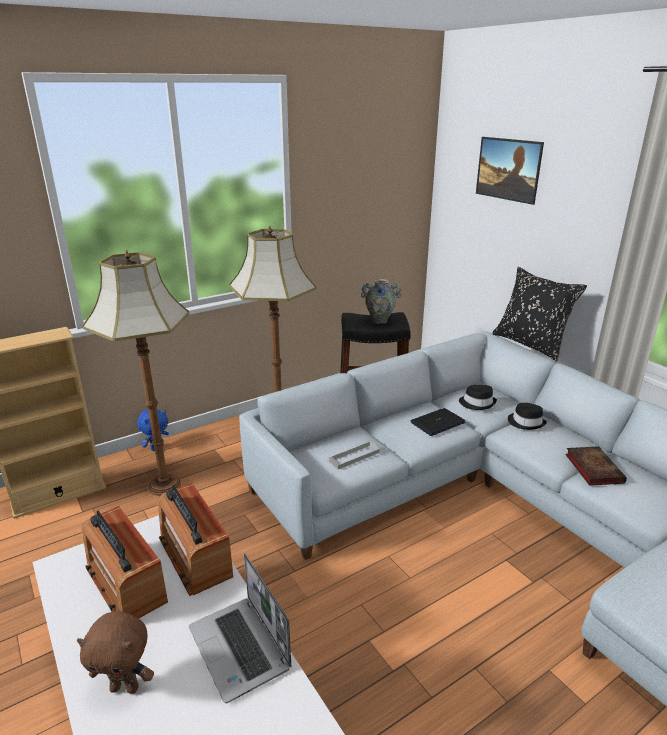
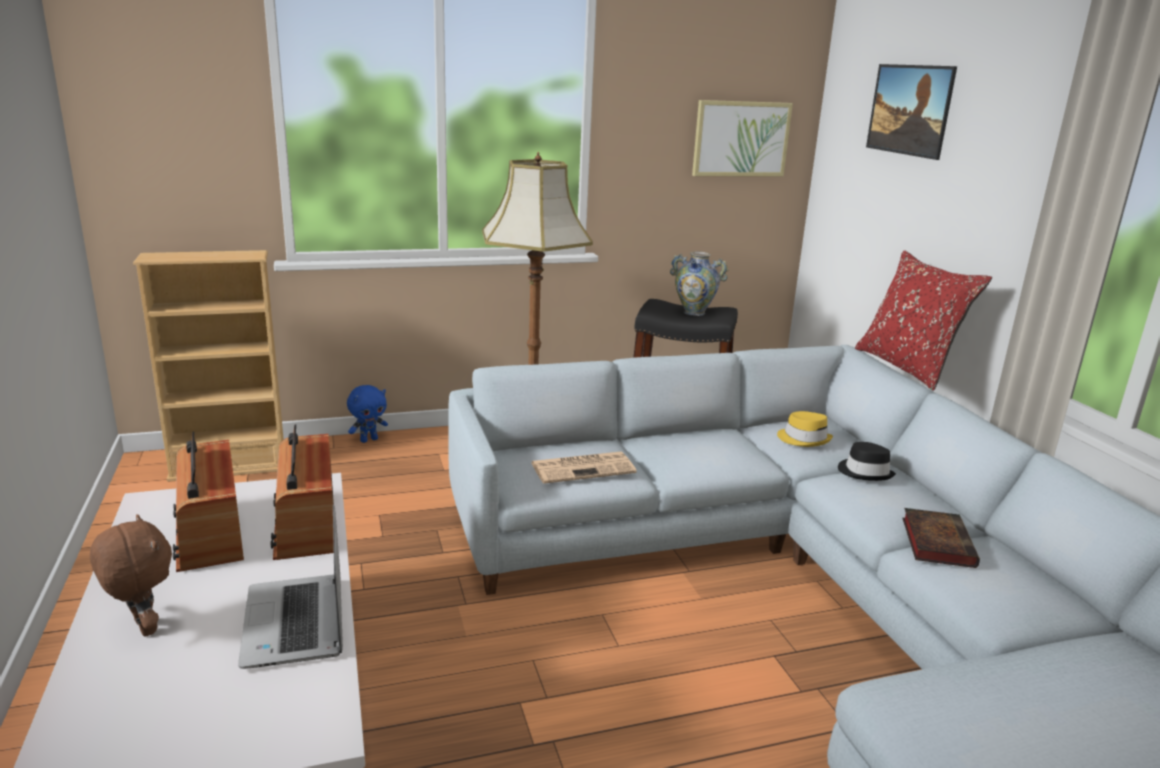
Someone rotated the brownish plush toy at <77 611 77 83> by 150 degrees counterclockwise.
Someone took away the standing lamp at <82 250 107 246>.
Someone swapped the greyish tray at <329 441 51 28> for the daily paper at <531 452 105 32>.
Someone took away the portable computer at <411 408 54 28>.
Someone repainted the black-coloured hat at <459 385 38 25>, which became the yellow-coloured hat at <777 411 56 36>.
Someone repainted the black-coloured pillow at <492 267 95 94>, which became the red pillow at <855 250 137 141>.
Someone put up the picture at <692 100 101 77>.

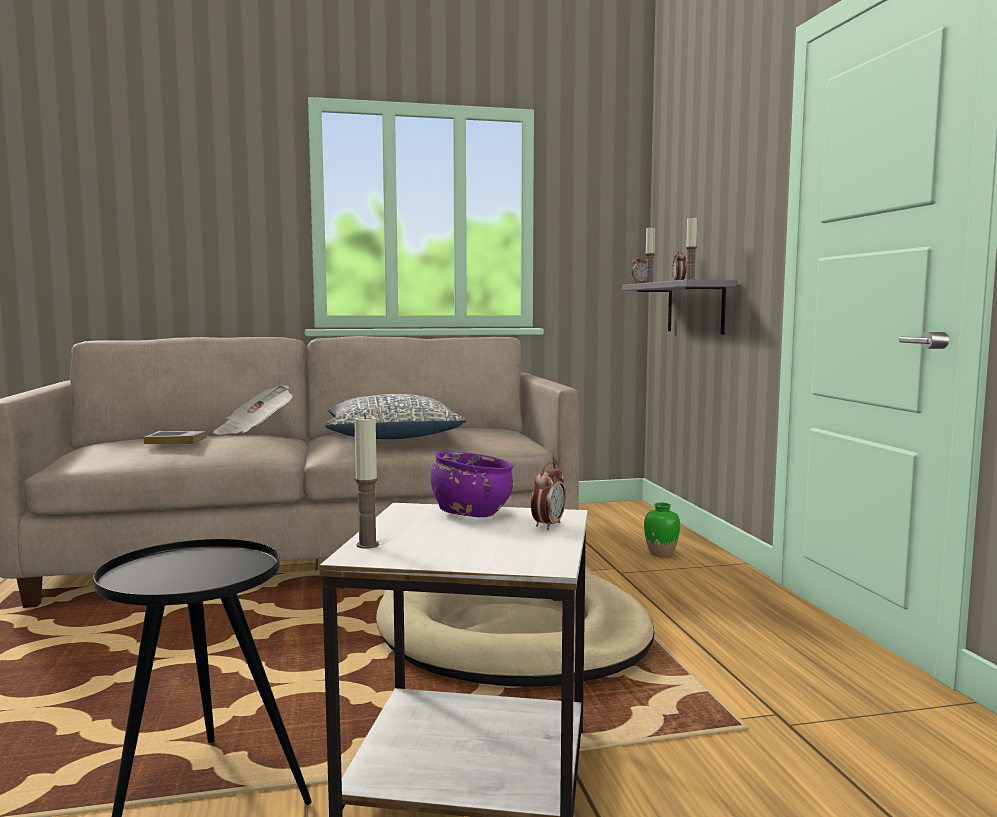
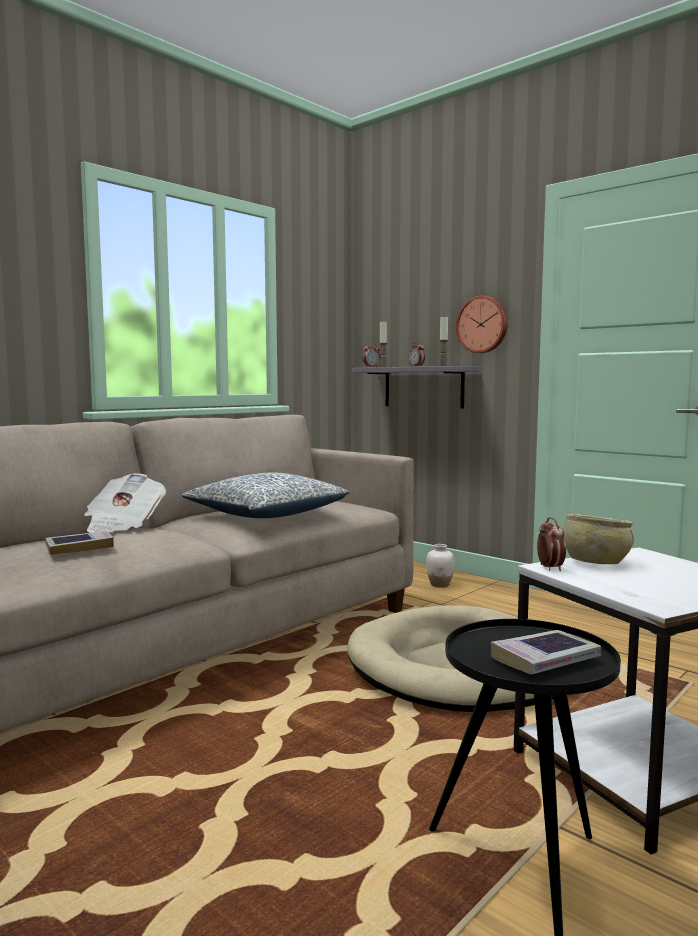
Someone took away the candle at <354 414 25 135>.
Someone repainted the purple deep dish at <431 451 82 66>, which became the beige-coloured deep dish at <563 514 71 50>.
Someone carried the alarm clock from <531 461 35 69> to <537 517 29 54>.
Someone repainted the green-coloured decorative vase at <644 503 36 54>, which became the white-coloured decorative vase at <426 544 29 44>.
Someone put up the hanging clock at <456 296 52 57>.
Someone put down the book at <491 630 110 44>.

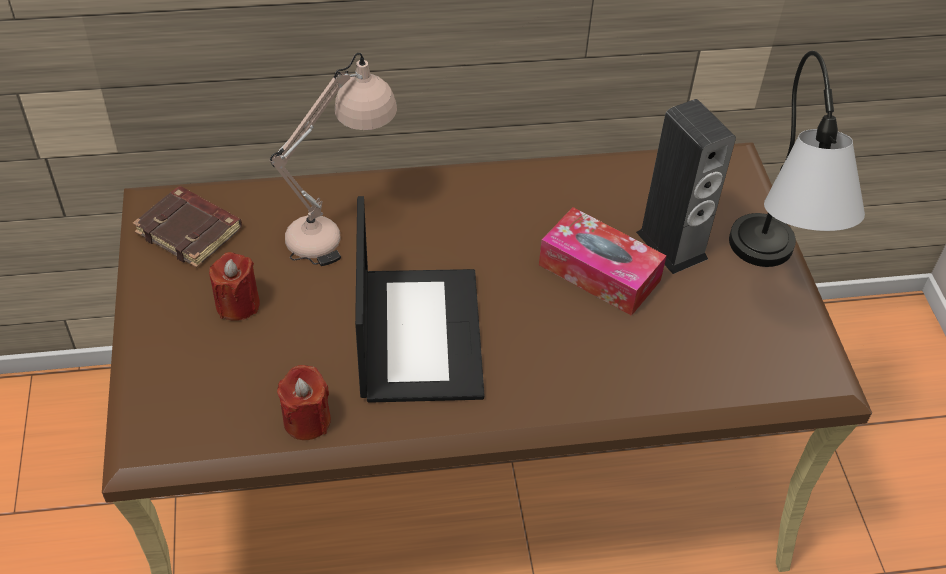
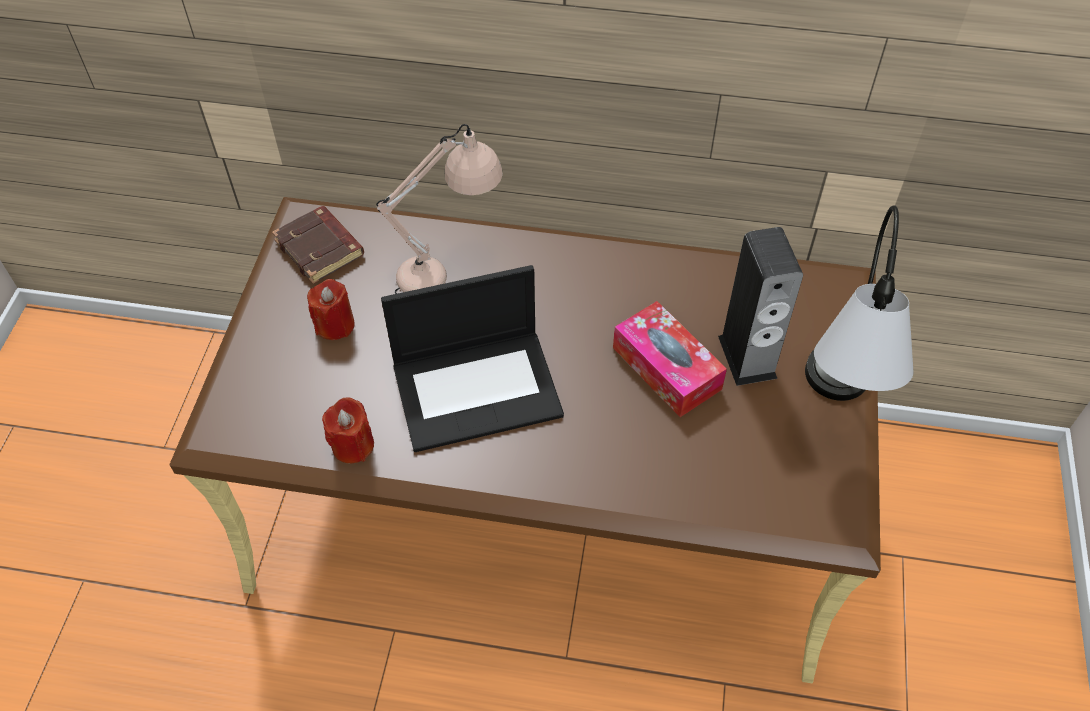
Someone rotated the portable computer at <355 196 129 207> by 60 degrees clockwise.

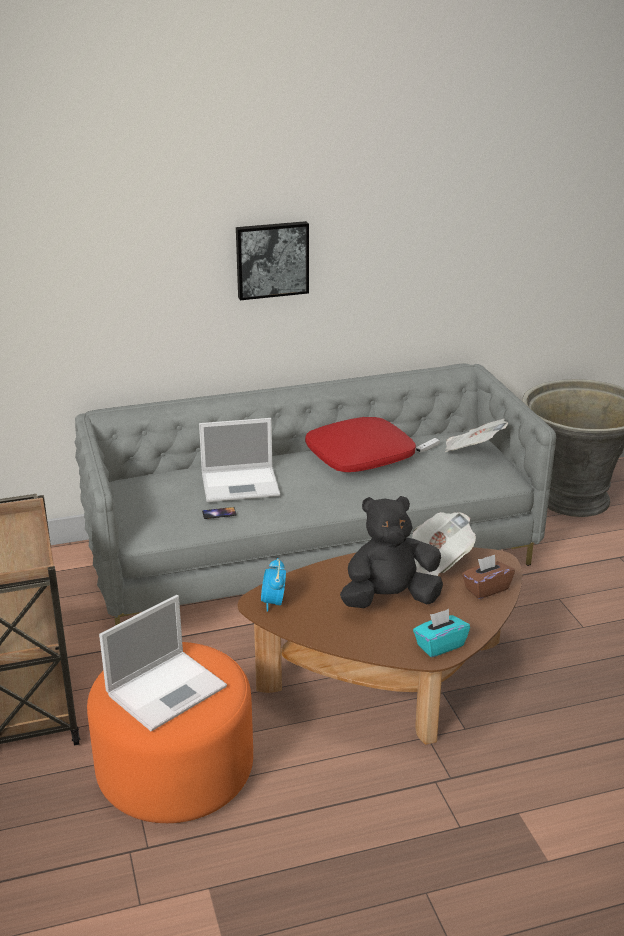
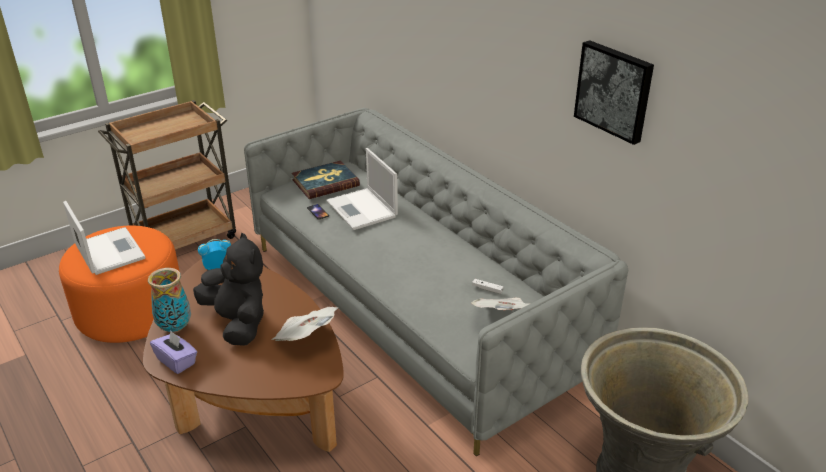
Someone rotated the portable computer at <99 595 128 136> by 150 degrees counterclockwise.
Someone carried the picture from <236 221 73 79> to <574 40 80 105>.
Someone took away the red pillow at <305 417 111 55>.
Someone repainted the blue-green tissue holder at <413 609 57 48>, which became the purple tissue holder at <150 330 47 44>.
Someone took away the brownish tissue holder at <462 555 53 44>.
Someone put down the decorative vase at <148 268 43 65>.
Someone put down the book at <292 161 68 38>.

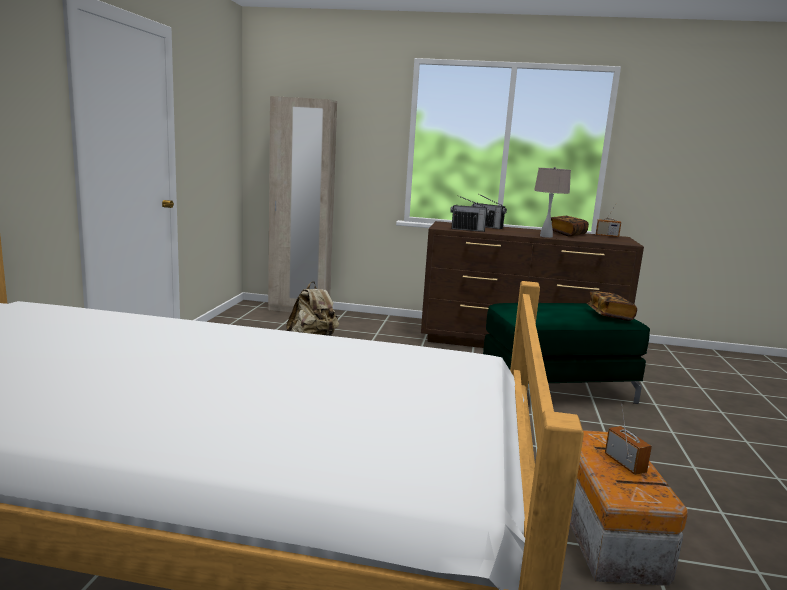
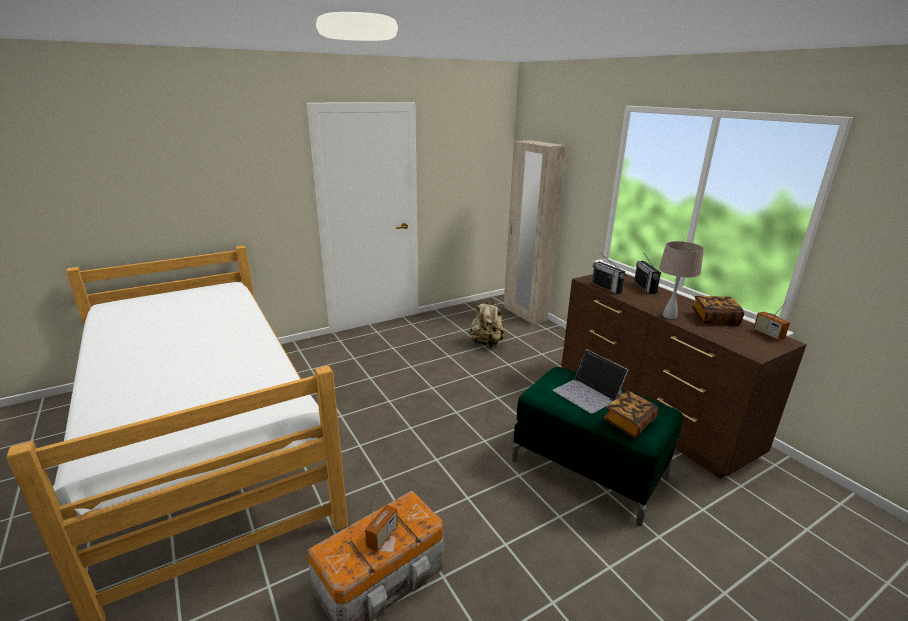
Someone put down the portable computer at <553 349 76 65>.

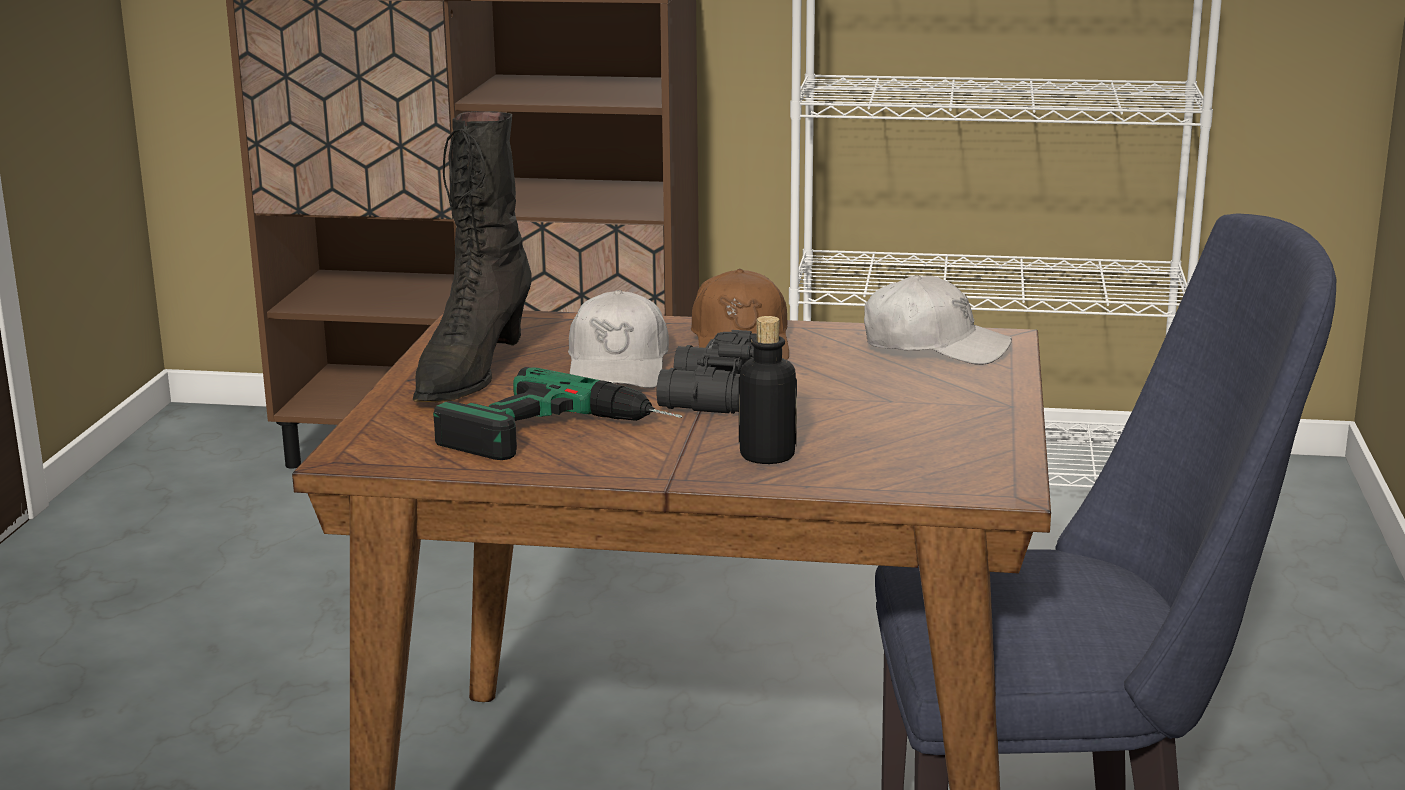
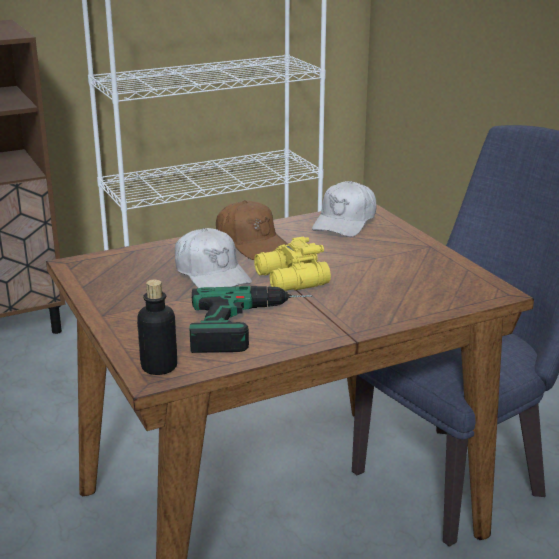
Someone took away the black-coloured high-top boot at <413 111 119 291>.
Someone repainted the black-coloured field glasses at <656 330 101 84>, which became the yellow-coloured field glasses at <254 236 77 55>.
Someone carried the bottle from <739 316 58 148> to <137 279 40 96>.
Someone rotated the white-coloured peaked cap at <864 275 148 90> by 135 degrees clockwise.

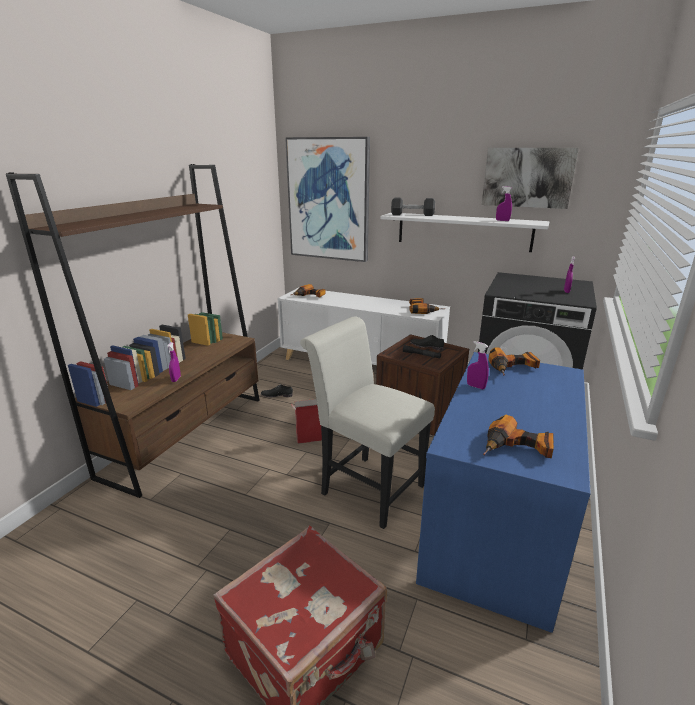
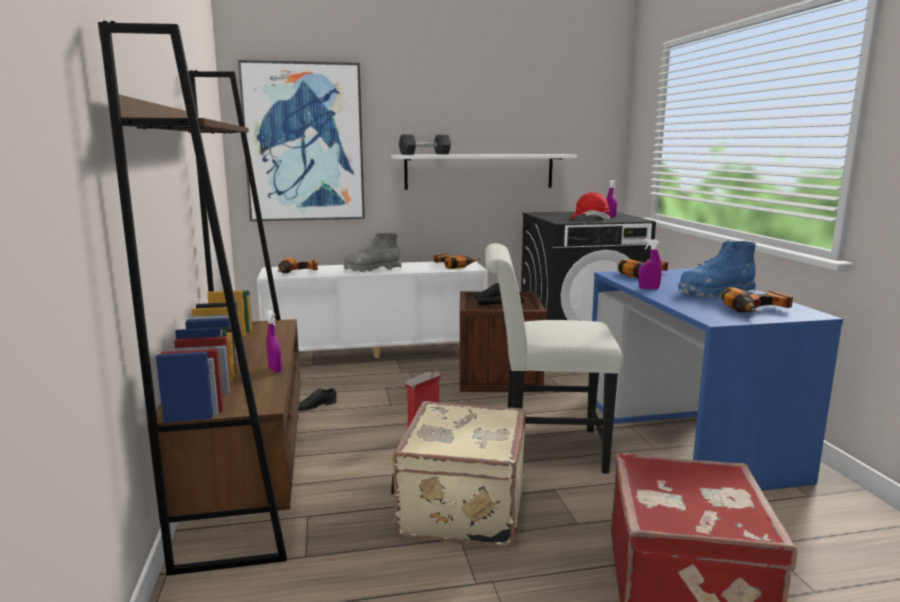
Someone took away the picture at <482 148 97 61>.
Someone took away the purple sprayer at <496 186 16 35>.
Someone put down the greyish high-top boot at <344 232 58 40>.
Someone put down the beige-coloured suitcase at <391 401 135 146>.
Someone put down the red work helmet at <570 192 40 27>.
Someone put down the blue-coloured high-top boot at <678 240 78 57>.

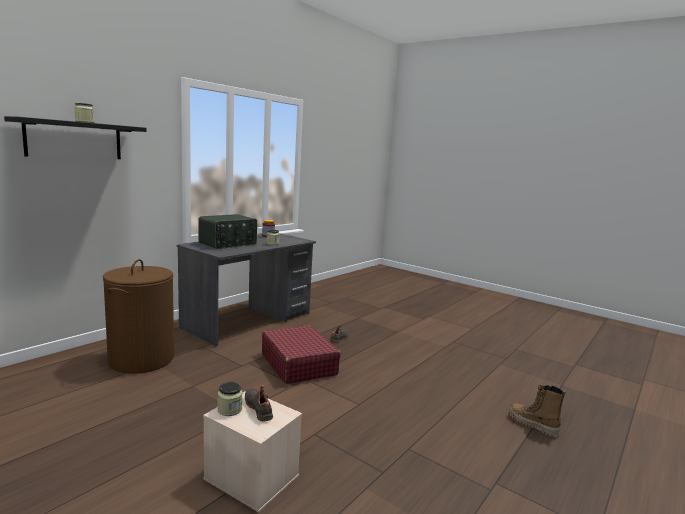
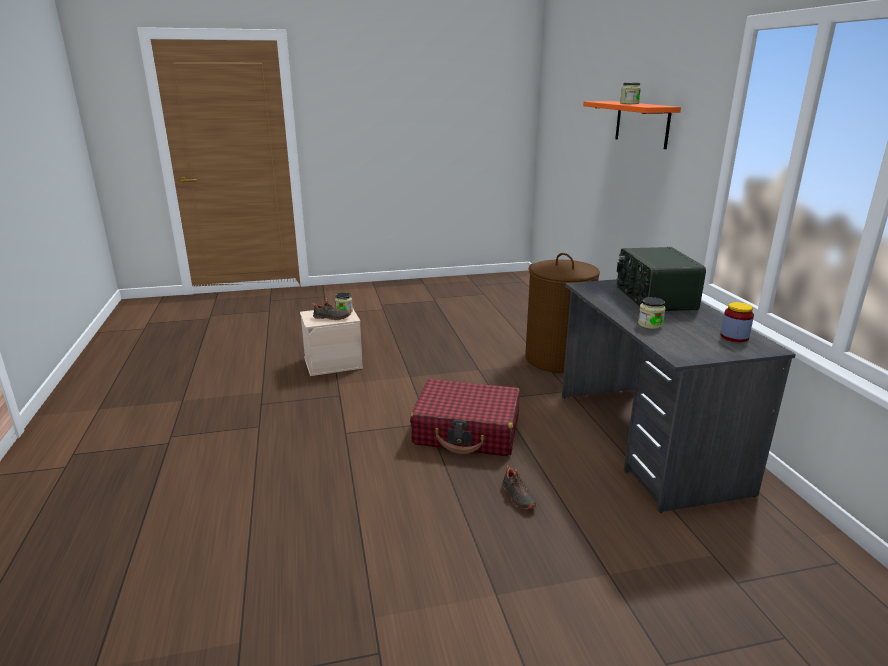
Someone repainted the black-coloured shelf at <4 116 143 43>, which became the orange-coloured shelf at <583 101 98 48>.
Someone took away the high-top boot at <509 385 57 52>.

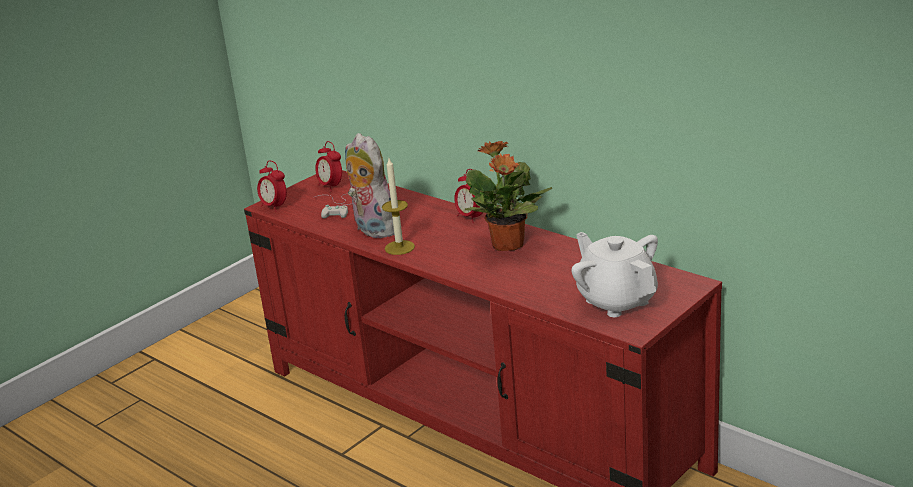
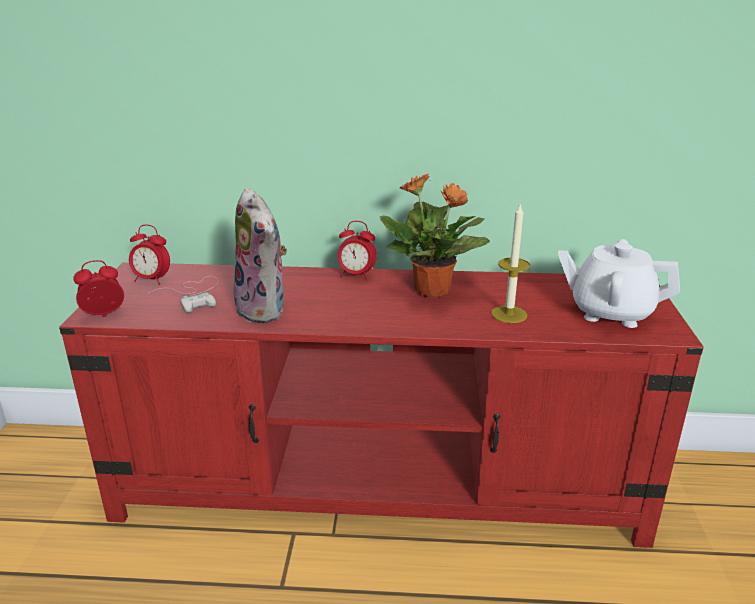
Someone rotated the alarm clock at <257 161 30 51> by 150 degrees clockwise.
Someone rotated the plush toy at <345 133 49 105> by 135 degrees counterclockwise.
Someone carried the candle from <382 158 33 97> to <491 203 39 120>.

